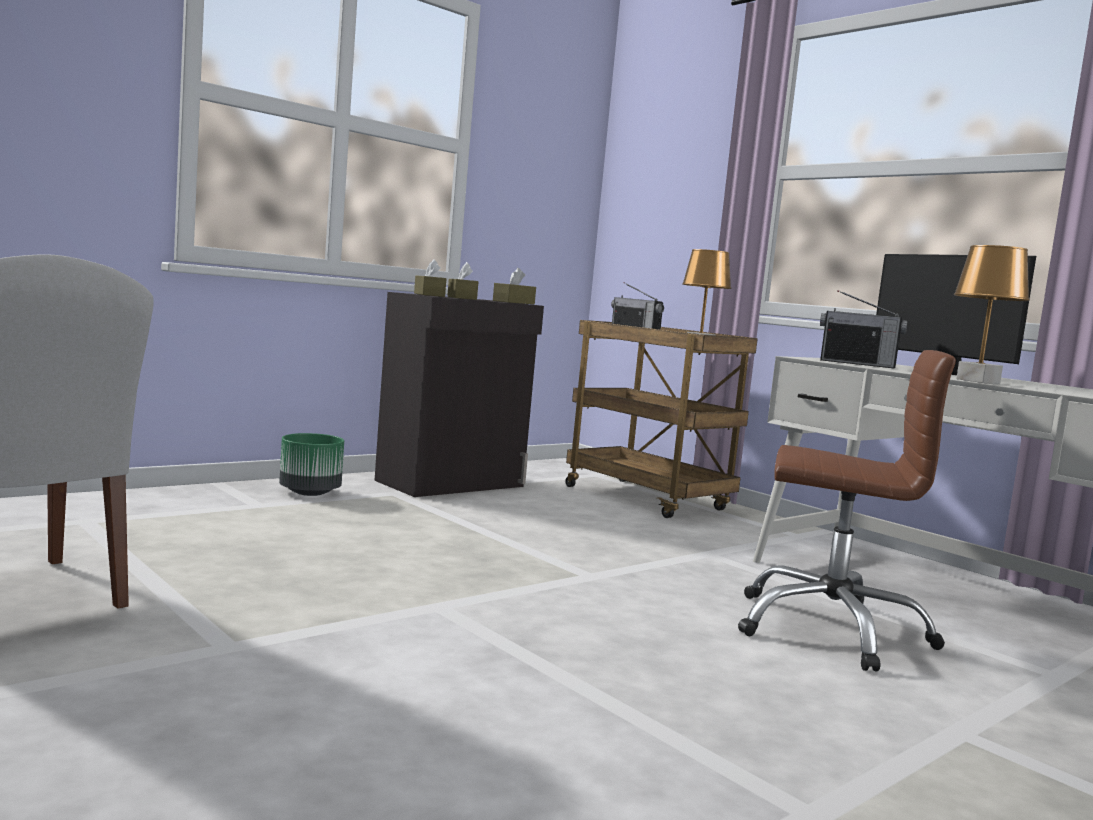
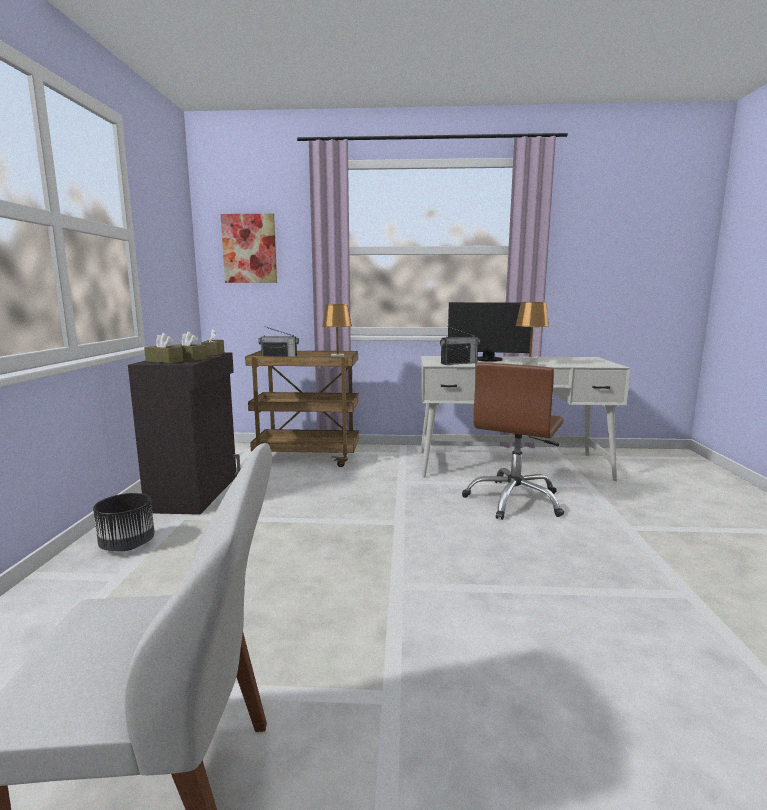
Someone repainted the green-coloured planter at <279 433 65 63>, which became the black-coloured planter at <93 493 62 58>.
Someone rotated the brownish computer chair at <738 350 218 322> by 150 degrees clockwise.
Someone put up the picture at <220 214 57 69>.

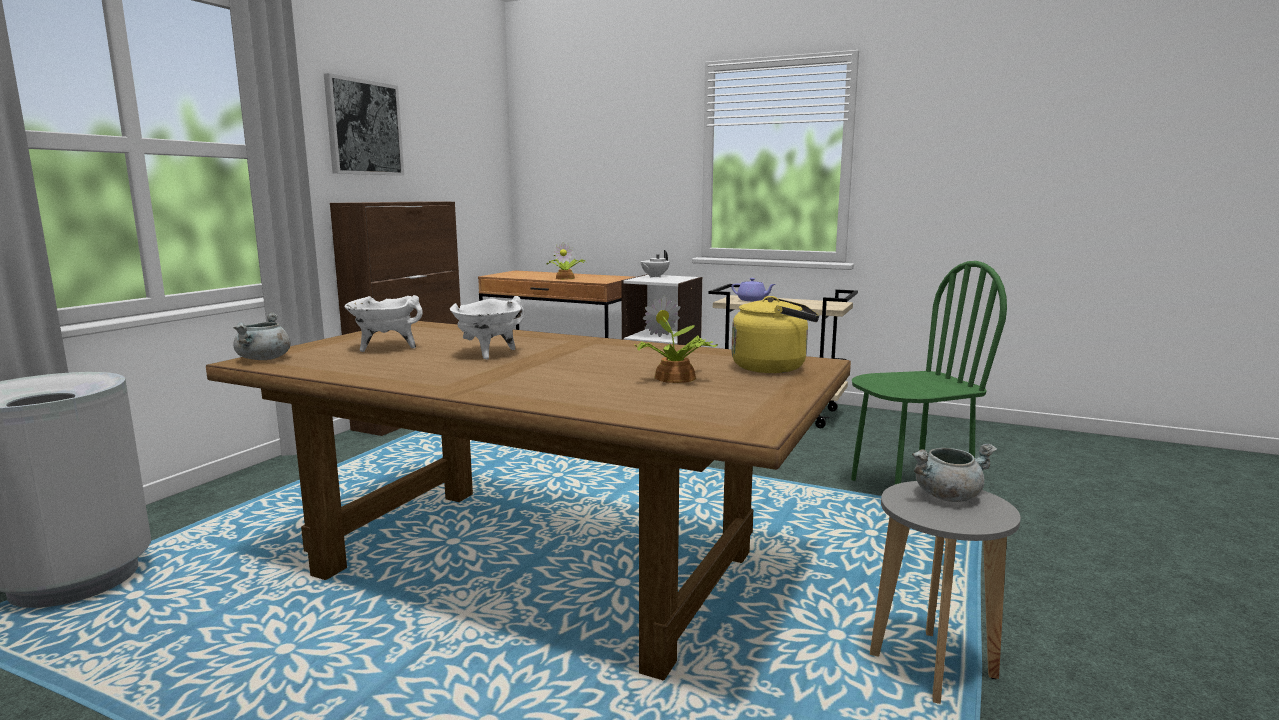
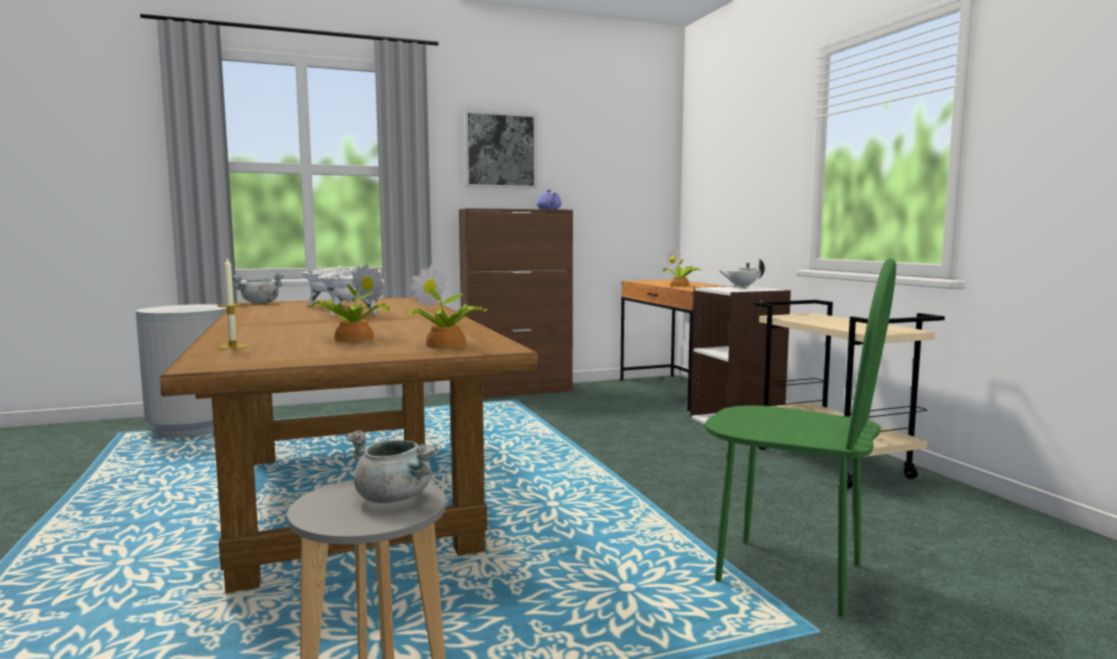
Someone carried the purple teapot from <731 278 45 23> to <537 190 24 19>.
Someone swapped the yellow-coloured water kettle at <731 296 88 77> for the potted plant at <405 265 83 83>.
Someone put down the candle at <217 257 31 92>.

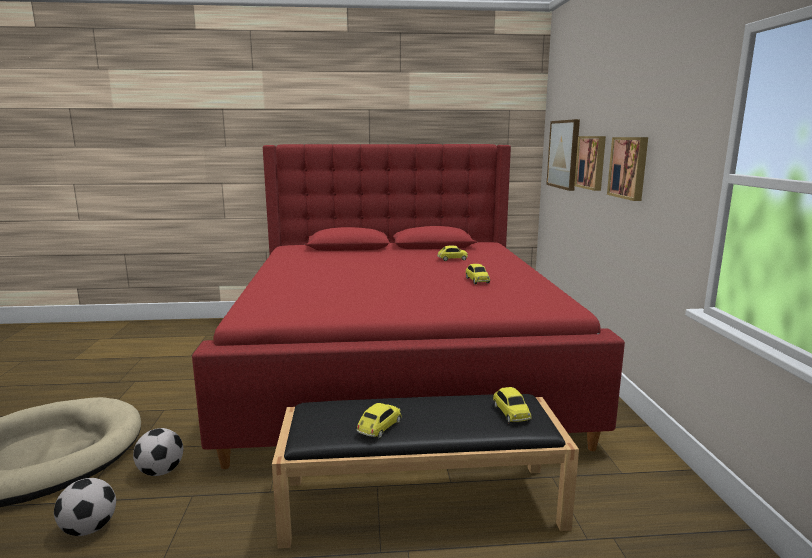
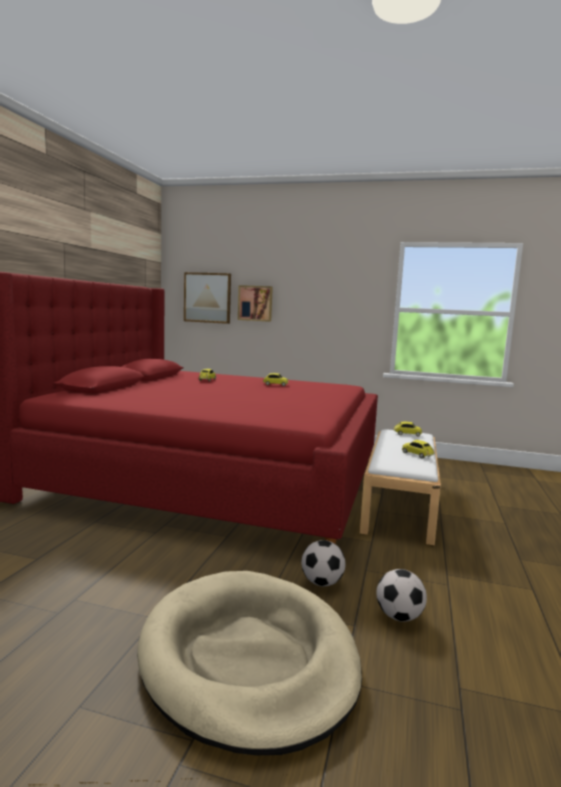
Someone repainted the black-coloured indoor bench at <271 394 308 154>, which became the white-coloured indoor bench at <360 429 81 116>.
Someone took away the picture at <607 137 41 64>.

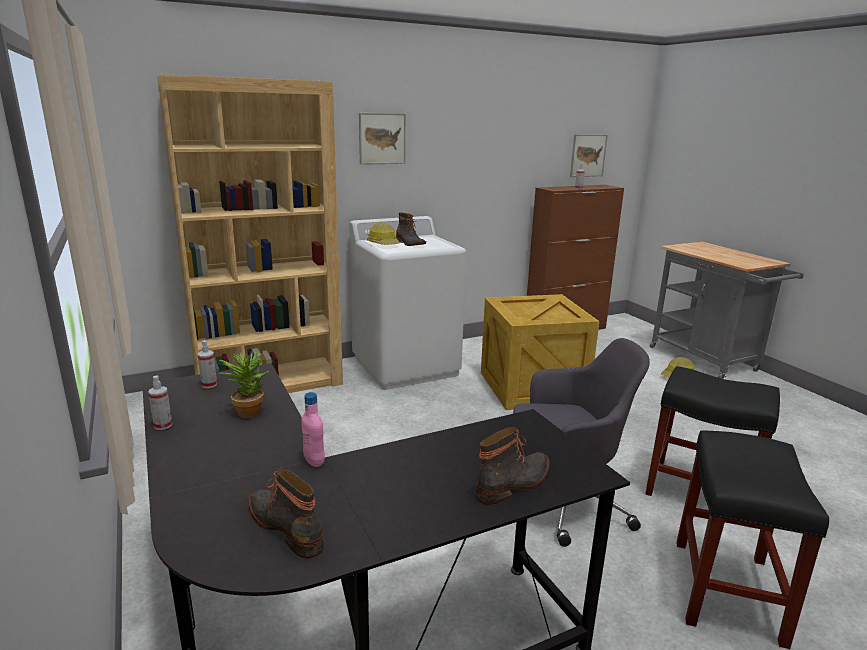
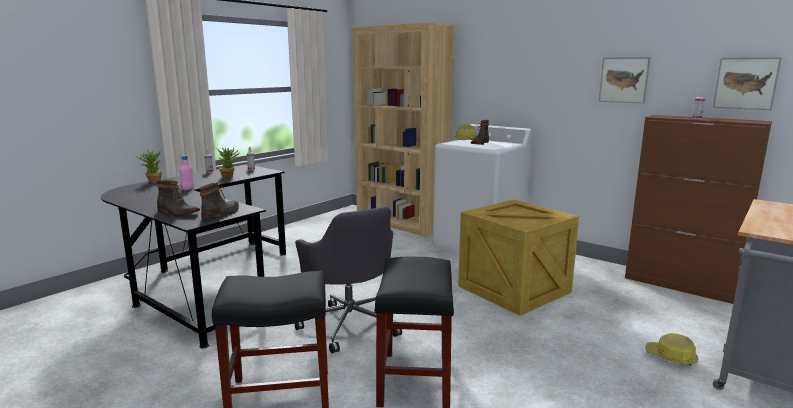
Someone carried the high-top boot from <248 468 76 91> to <199 182 40 39>.
Someone carried the picture from <359 113 47 52> to <598 57 52 47>.
Someone put down the potted plant at <134 149 28 34>.

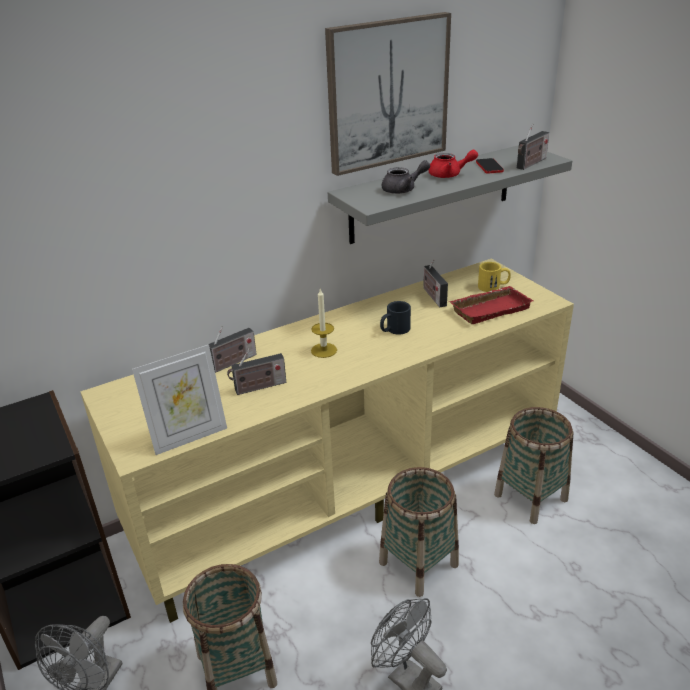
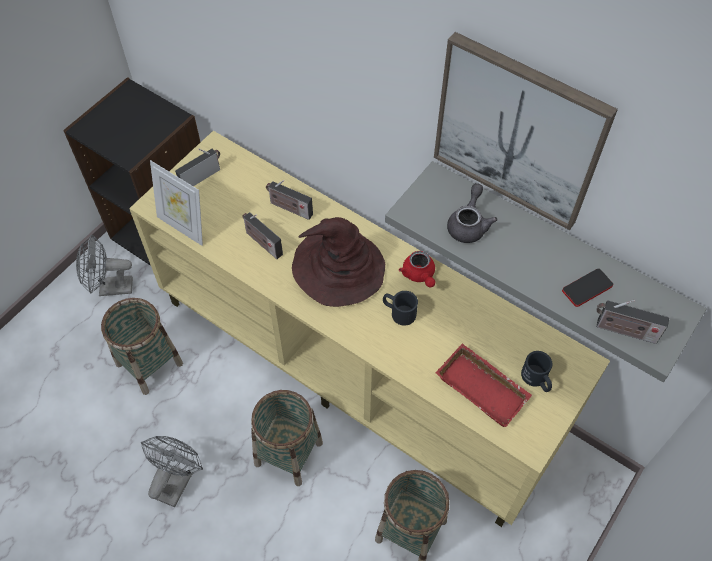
Someone swapped the candle at <311 289 26 69> for the brownish hat at <292 217 93 90>.
Someone rotated the greyish teapot at <382 160 48 34> by 120 degrees counterclockwise.
Someone carried the radio from <423 259 25 48> to <175 149 45 37>.
Someone carried the red teapot from <429 150 49 28> to <399 251 36 36>.
Someone repainted the yellow-coloured mug at <478 262 33 30>, which became the black-coloured mug at <521 351 31 41>.

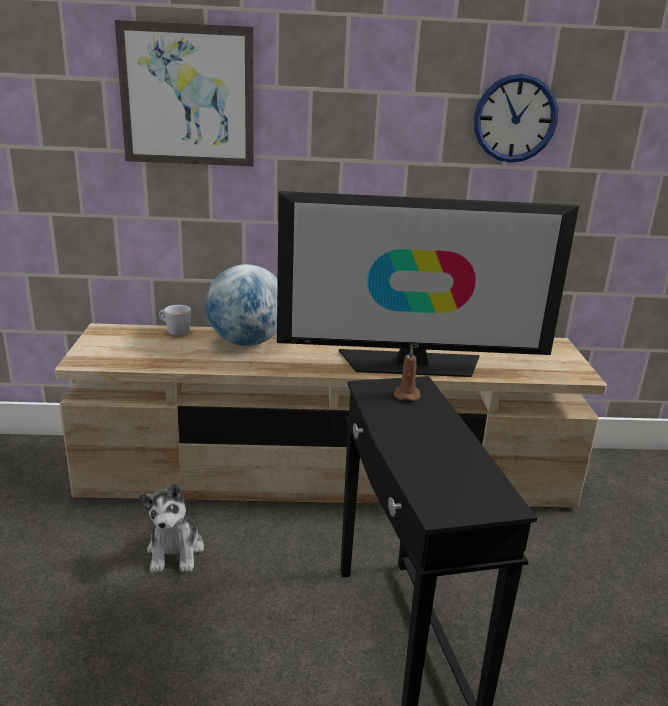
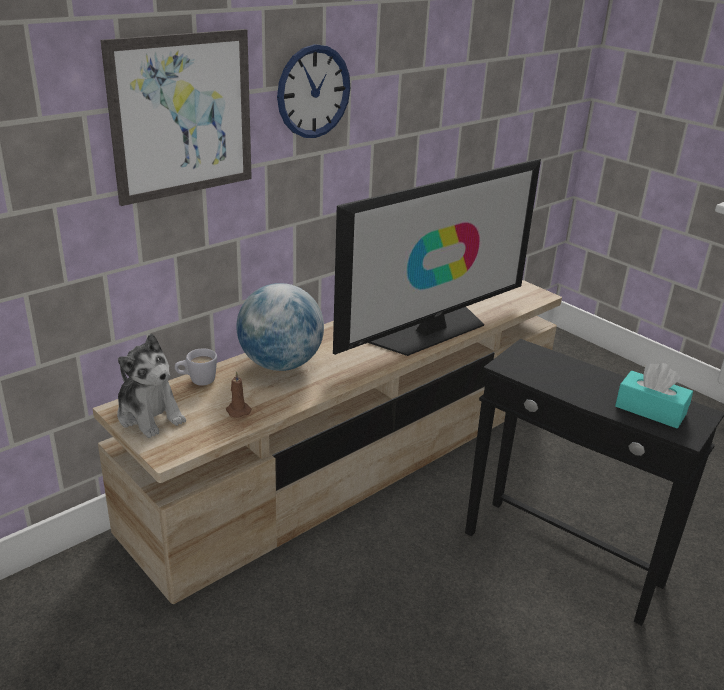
Someone carried the plush toy from <139 482 65 91> to <117 333 69 105>.
Someone carried the brownish candle from <393 347 28 54> to <226 371 26 47>.
Someone carried the hanging clock from <474 74 84 89> to <277 44 73 94>.
Someone put down the blue-green tissue holder at <615 363 78 65>.

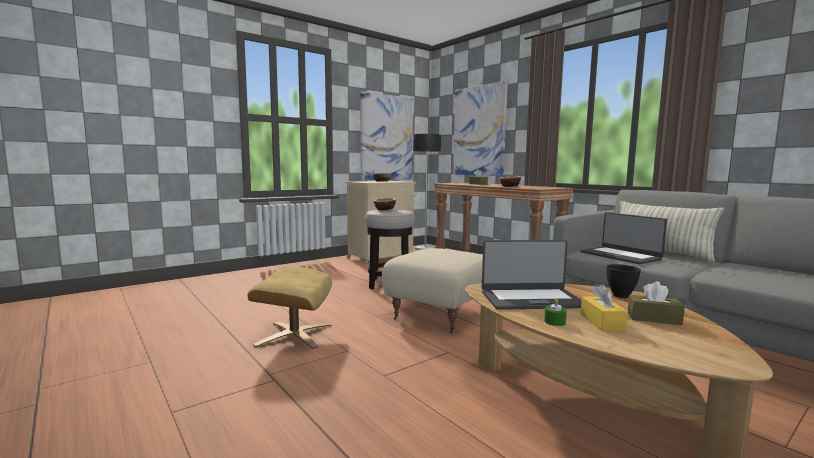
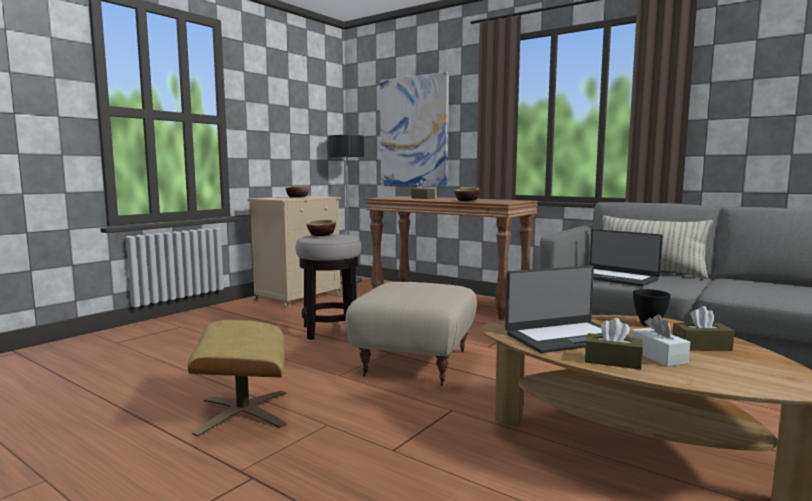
Someone took away the picture at <360 91 53 89>.
Someone swapped the green-coloured candle at <544 298 23 28> for the brownish tissue holder at <585 318 58 52>.
Someone repainted the yellow-coloured tissue holder at <581 284 47 47>, which became the white-coloured tissue holder at <631 315 59 51>.

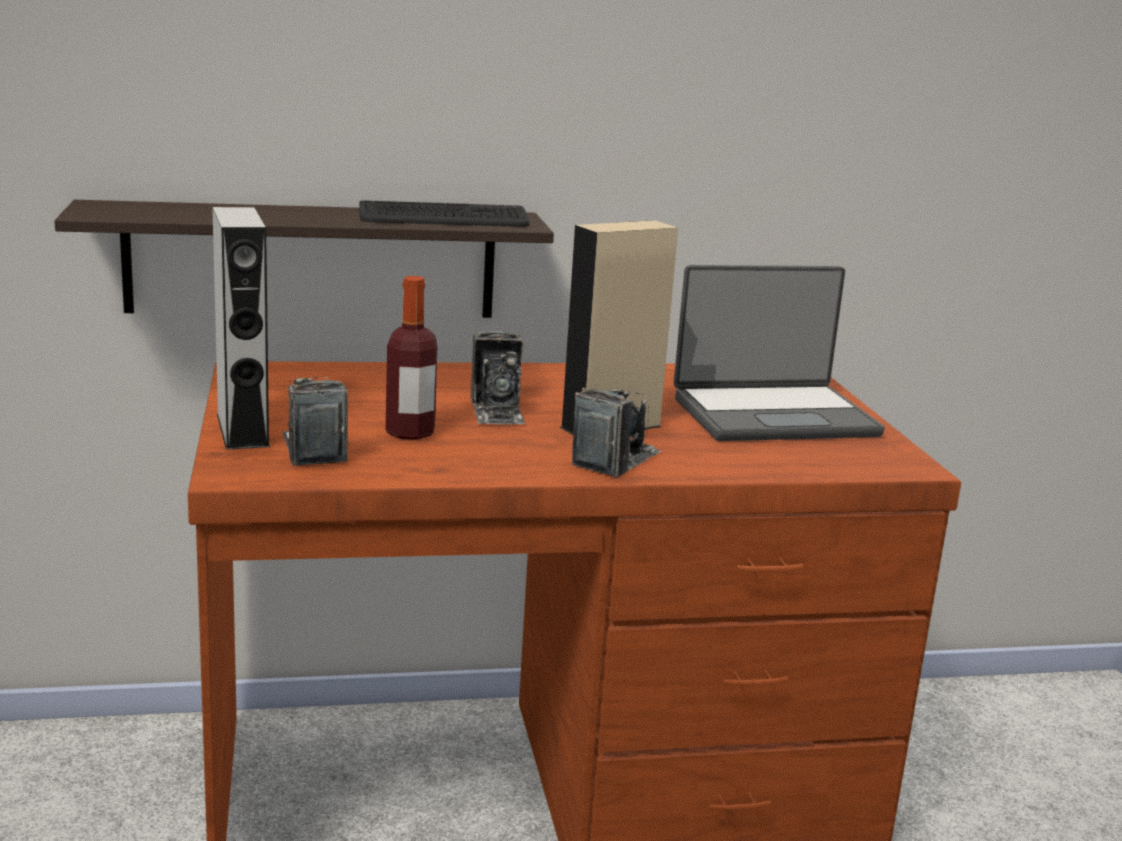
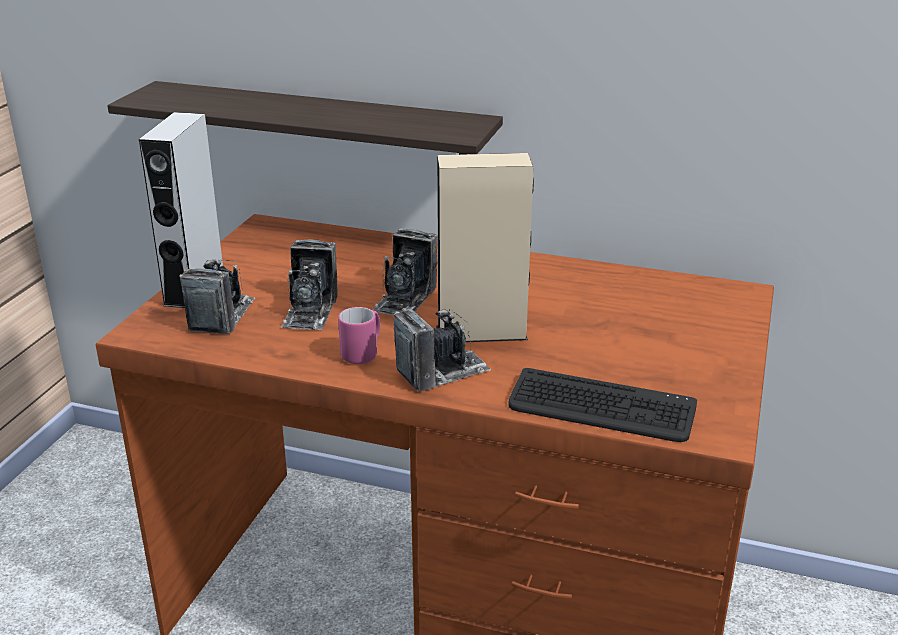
Someone carried the keyboard from <359 201 171 26> to <508 368 189 74>.
Someone swapped the bottle at <386 276 52 164> for the photo camera at <281 239 56 91>.
Someone took away the portable computer at <674 265 210 176>.
Someone put down the pink-coloured mug at <338 307 43 57>.

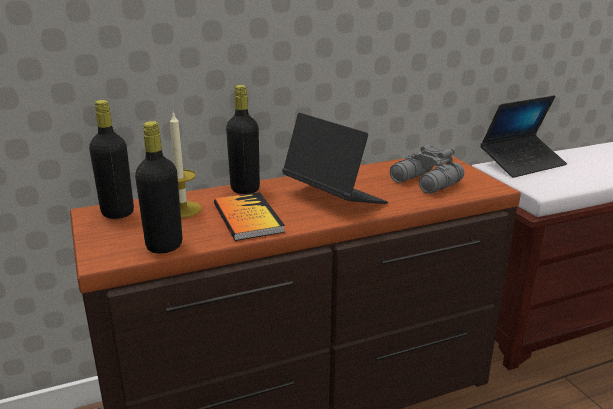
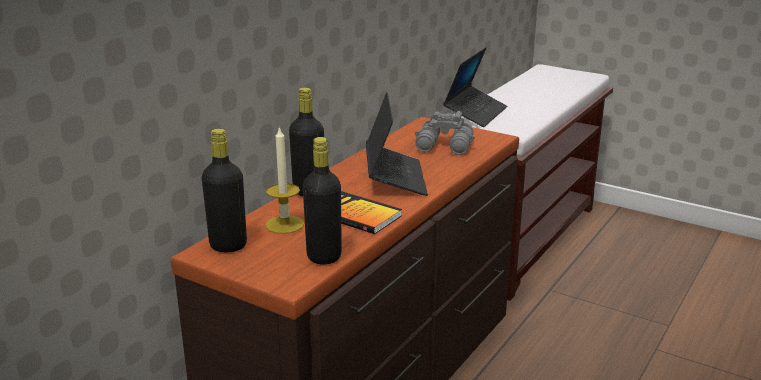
Someone rotated the portable computer at <282 113 106 91> by 75 degrees clockwise.

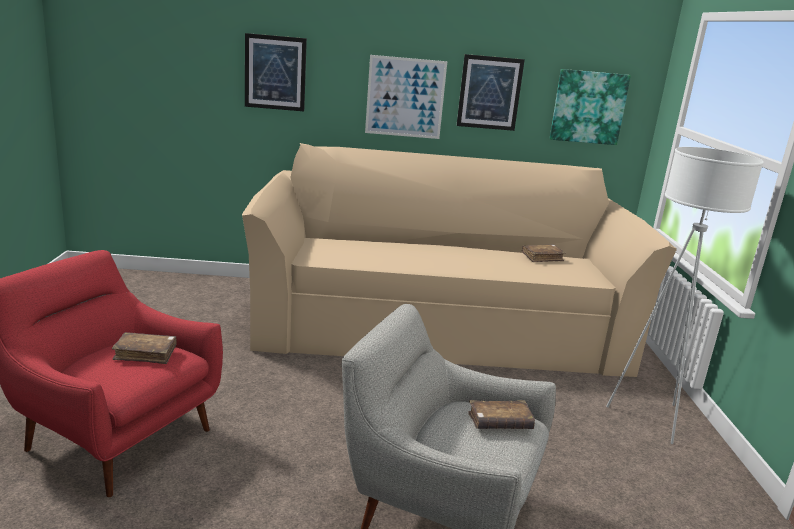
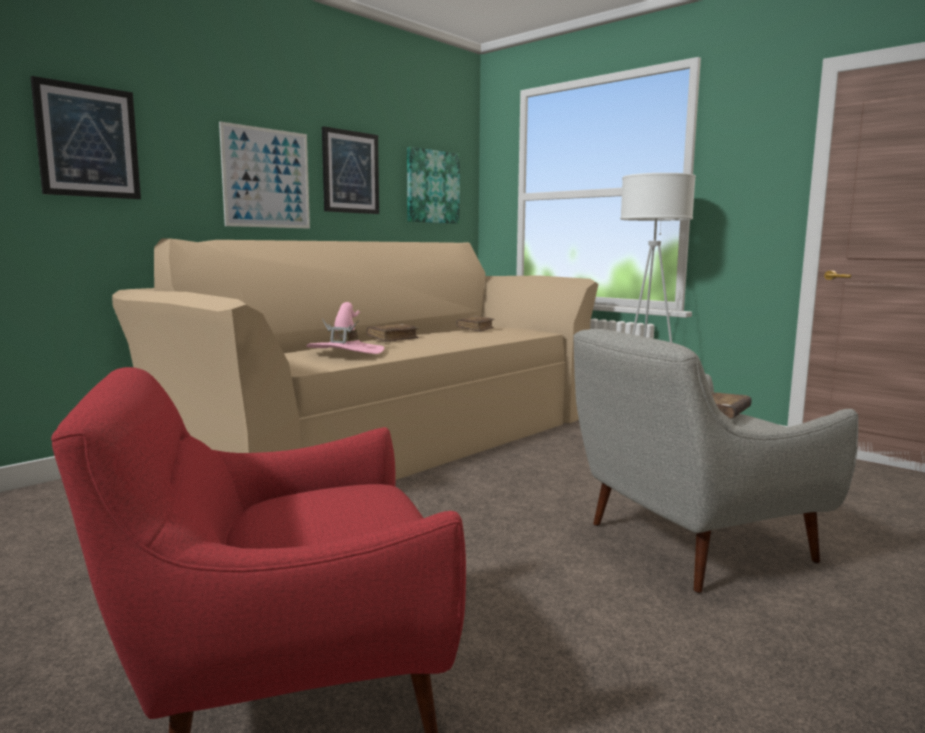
Someone carried the brownish book from <112 332 65 32> to <367 324 52 18>.
Someone put down the pink-coloured hat at <306 302 78 52>.

